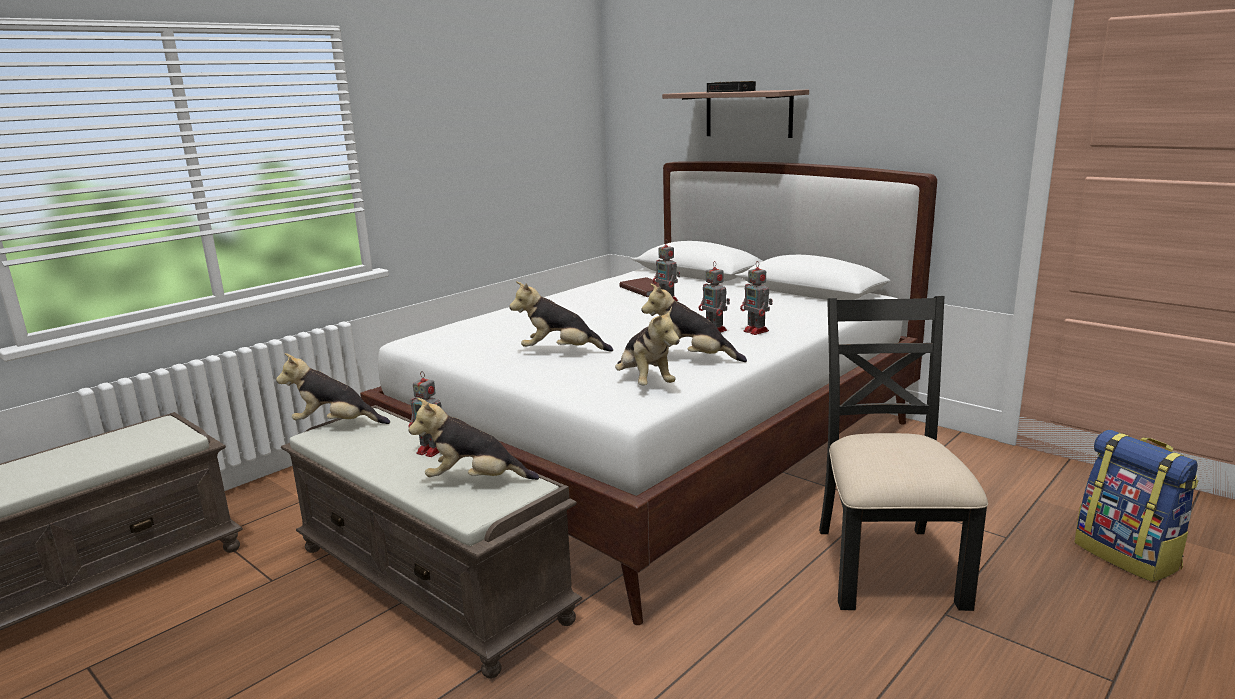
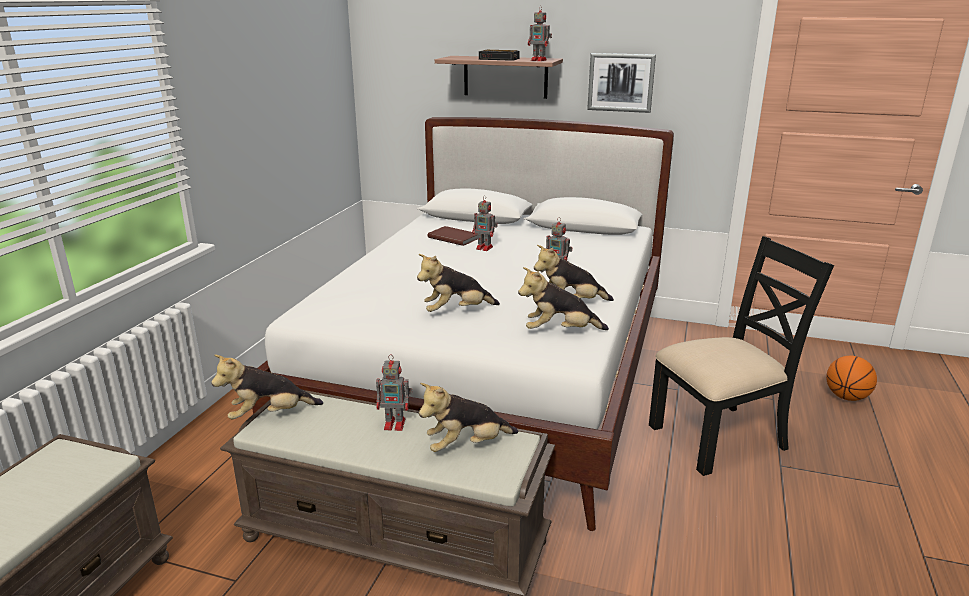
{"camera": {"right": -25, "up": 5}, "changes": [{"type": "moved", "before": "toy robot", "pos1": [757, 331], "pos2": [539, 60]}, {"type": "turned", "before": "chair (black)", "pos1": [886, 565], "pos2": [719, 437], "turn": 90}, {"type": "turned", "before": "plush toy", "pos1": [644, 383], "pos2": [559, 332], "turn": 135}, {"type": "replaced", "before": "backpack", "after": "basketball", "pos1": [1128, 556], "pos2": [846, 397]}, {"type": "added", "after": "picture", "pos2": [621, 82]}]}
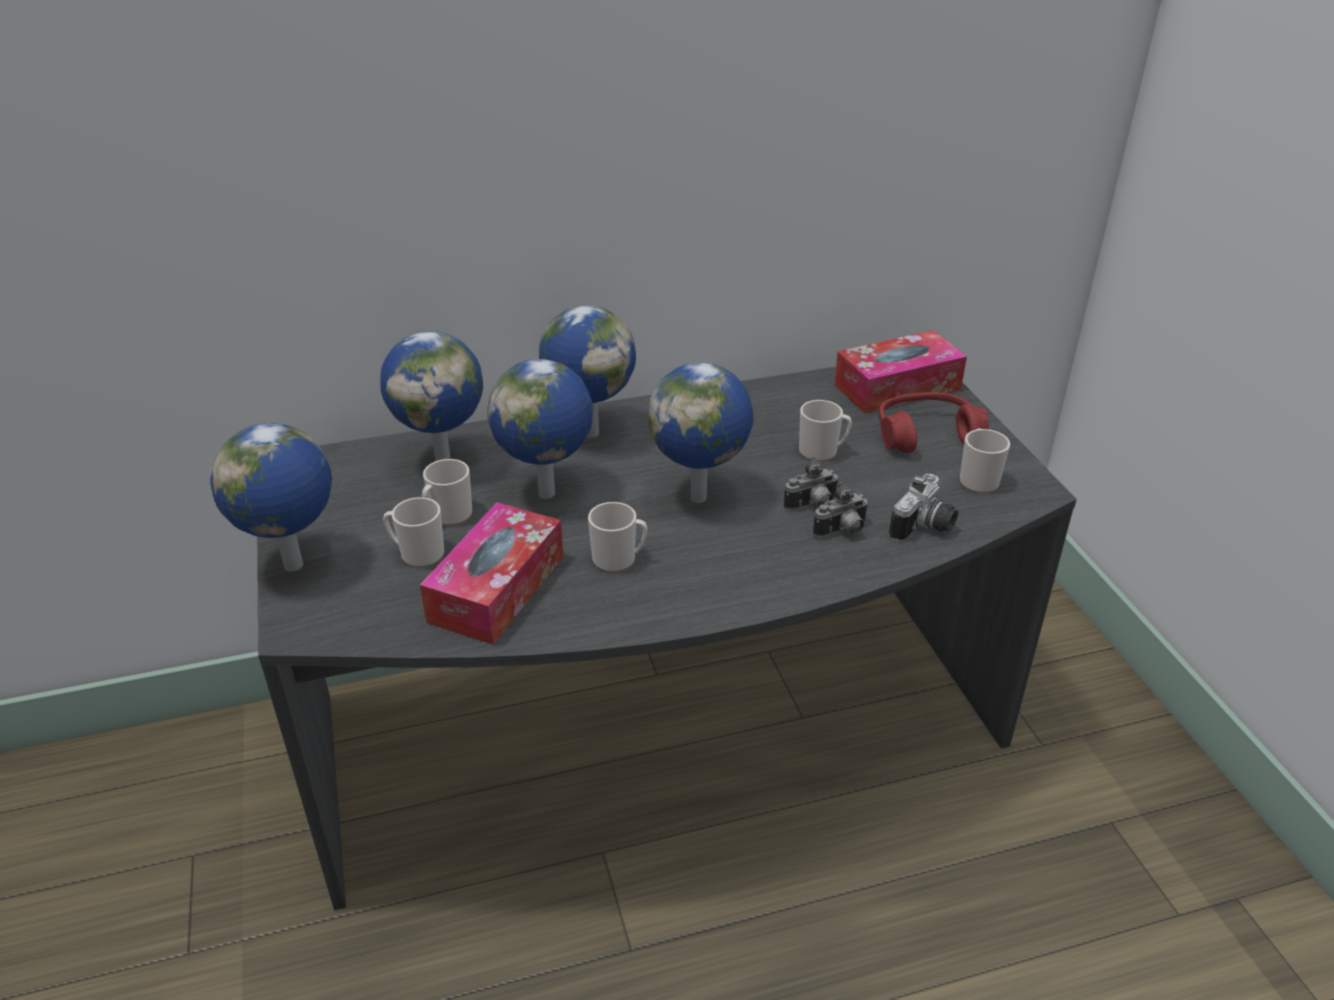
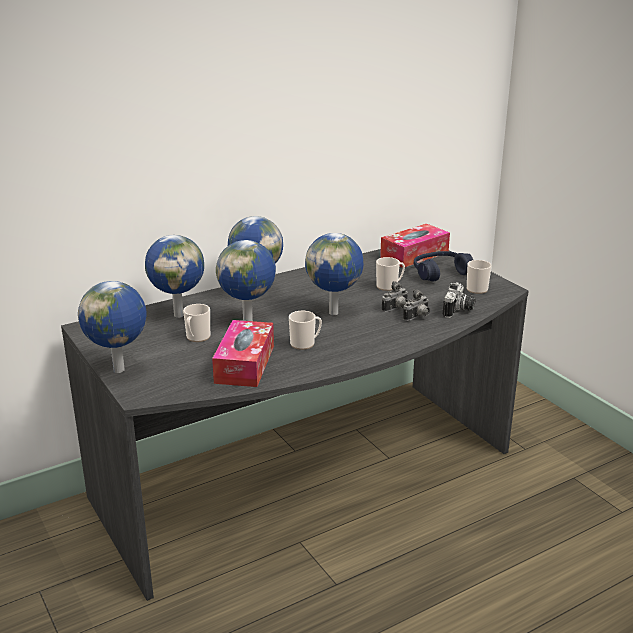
{"camera": {"right": -15, "up": -10}, "changes": [{"type": "recoloured", "before": "headphones (red)", "after": "headphones (blue)", "pos1": [926, 435], "pos2": [440, 273]}, {"type": "removed", "before": "mug", "pos1": [417, 554]}]}
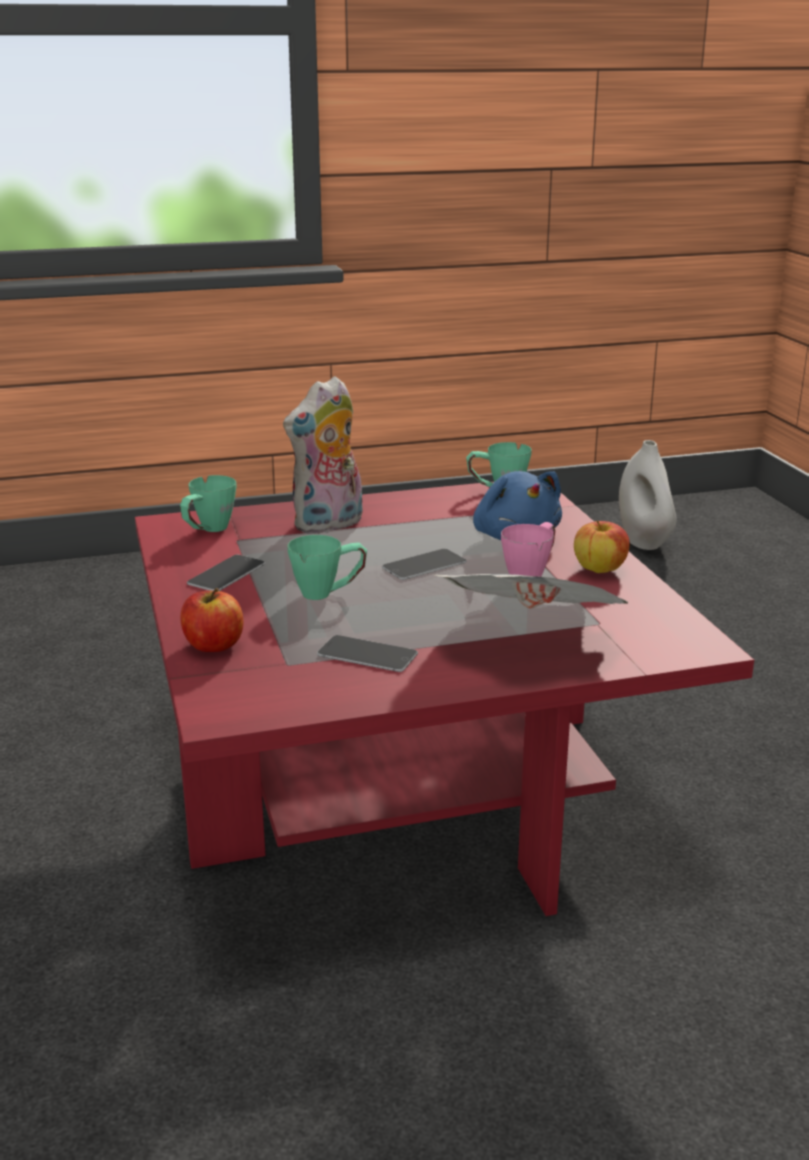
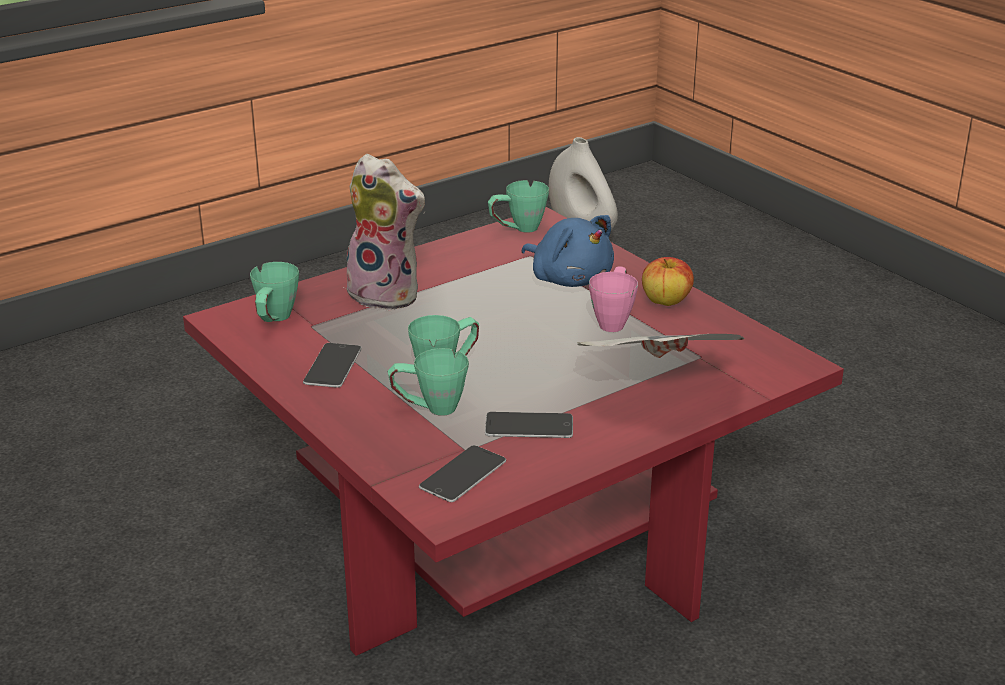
{"camera": {"right": -20, "up": 5}, "changes": [{"type": "turned", "before": "plush toy", "pos1": [329, 525], "pos2": [388, 294], "turn": -90}, {"type": "moved", "before": "phone", "pos1": [424, 565], "pos2": [463, 474]}, {"type": "removed", "before": "apple", "pos1": [213, 645]}, {"type": "added", "after": "mug (green)", "pos2": [429, 408]}]}
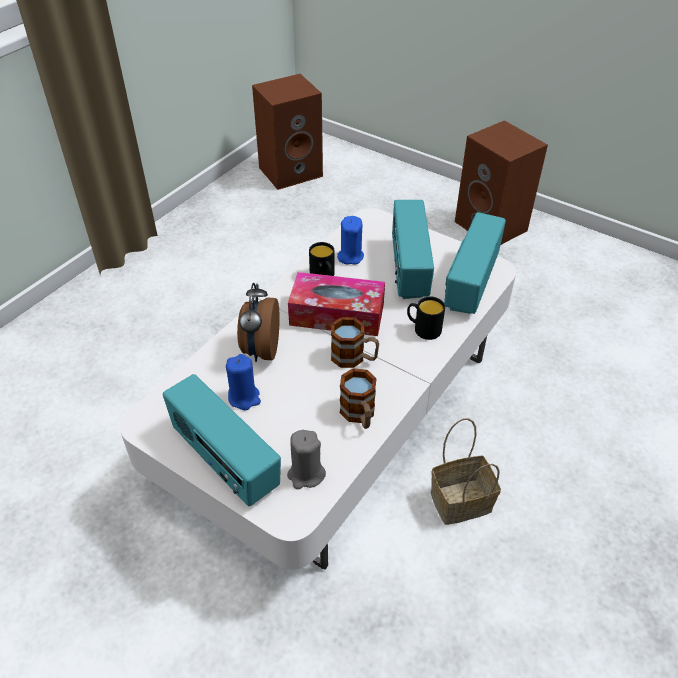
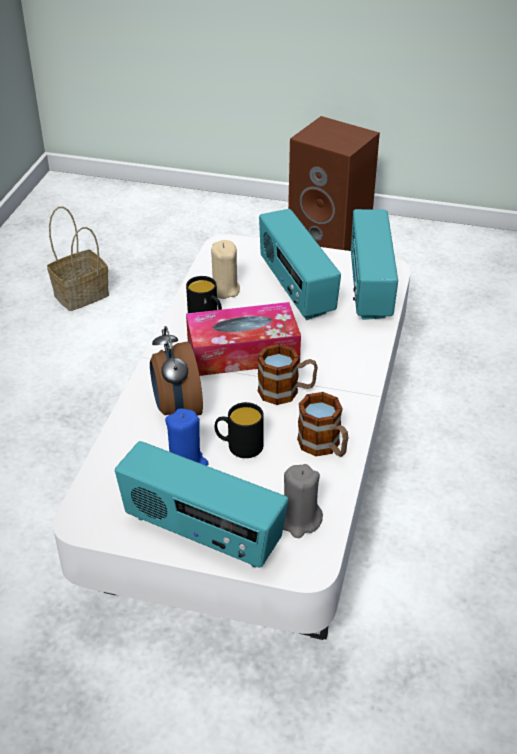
{"camera": {"right": -20, "up": -5}, "changes": [{"type": "removed", "before": "speaker (brown)", "pos1": [291, 171]}, {"type": "recoloured", "before": "candle (blue)", "after": "candle (beige)", "pos1": [350, 256], "pos2": [224, 289]}, {"type": "moved", "before": "mug (black)", "pos1": [423, 329], "pos2": [239, 446]}, {"type": "moved", "before": "basket", "pos1": [459, 503], "pos2": [80, 296]}]}
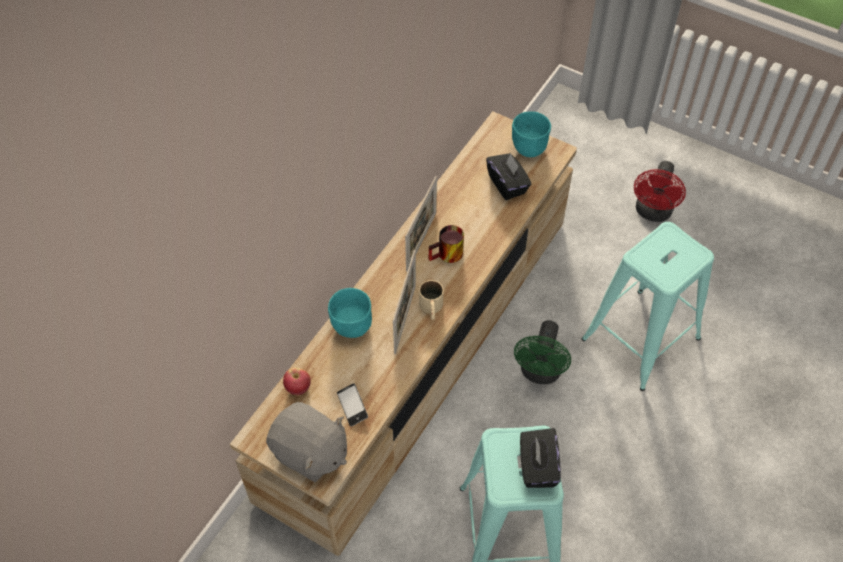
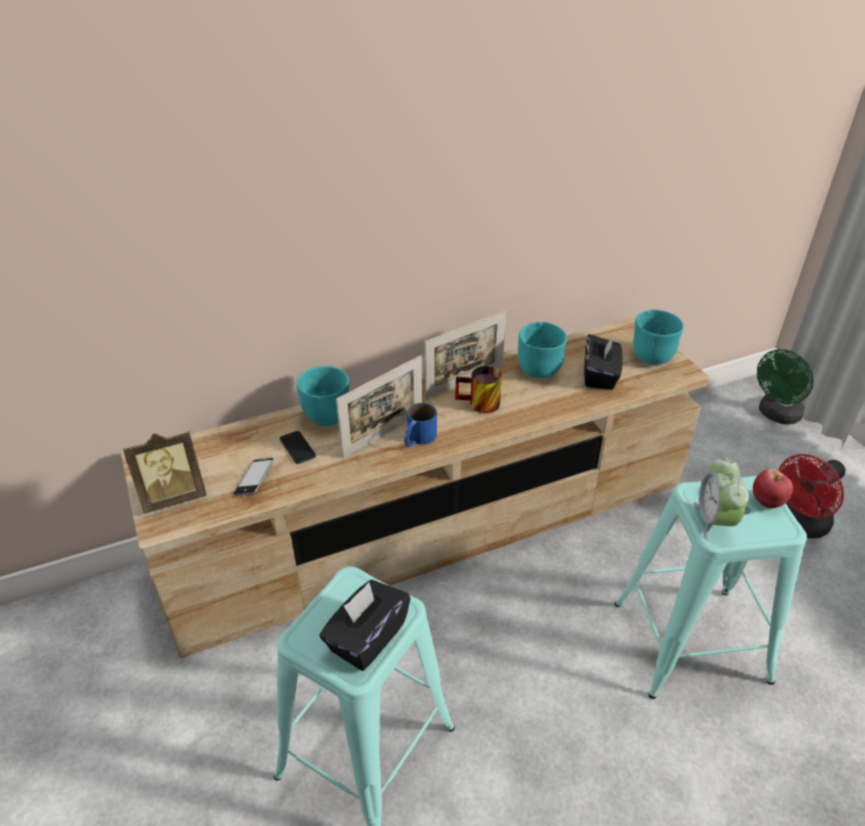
{"camera": {"right": 35, "up": -15}, "changes": [{"type": "recoloured", "before": "mug (beige)", "after": "mug (blue)", "pos1": [431, 308], "pos2": [418, 439]}, {"type": "moved", "before": "fan (green)", "pos1": [540, 373], "pos2": [776, 415]}, {"type": "moved", "before": "apple", "pos1": [298, 388], "pos2": [767, 502]}, {"type": "replaced", "before": "plush toy (grey)", "after": "picture frame", "pos1": [310, 453], "pos2": [173, 497]}, {"type": "added", "after": "bowl (turquoise)", "pos2": [538, 370]}, {"type": "added", "after": "phone", "pos2": [297, 448]}, {"type": "added", "after": "alarm clock", "pos2": [714, 521]}]}
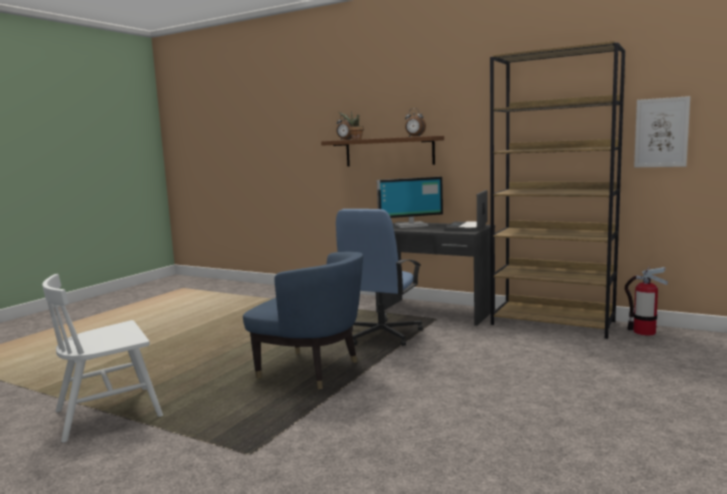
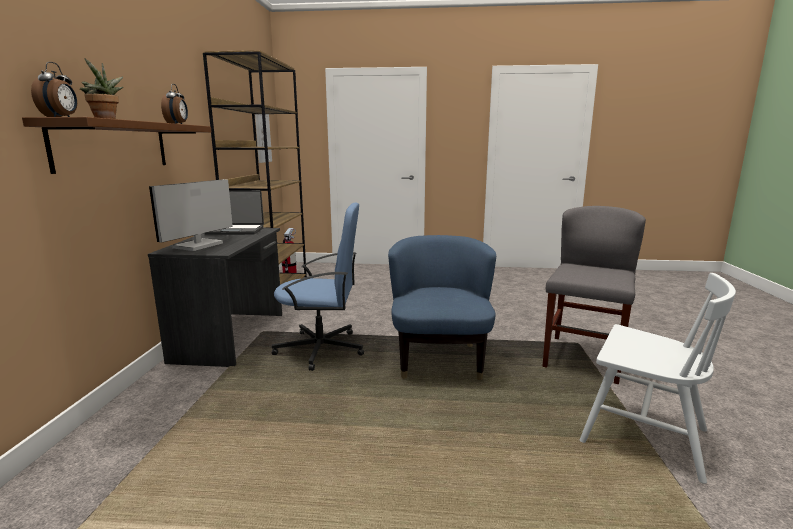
{"camera": {"right": -115, "up": 5}, "changes": [{"type": "turned", "before": "monitor", "pos1": [411, 225], "pos2": [199, 245], "turn": -120}, {"type": "added", "after": "chair (grey)", "pos2": [583, 358]}]}
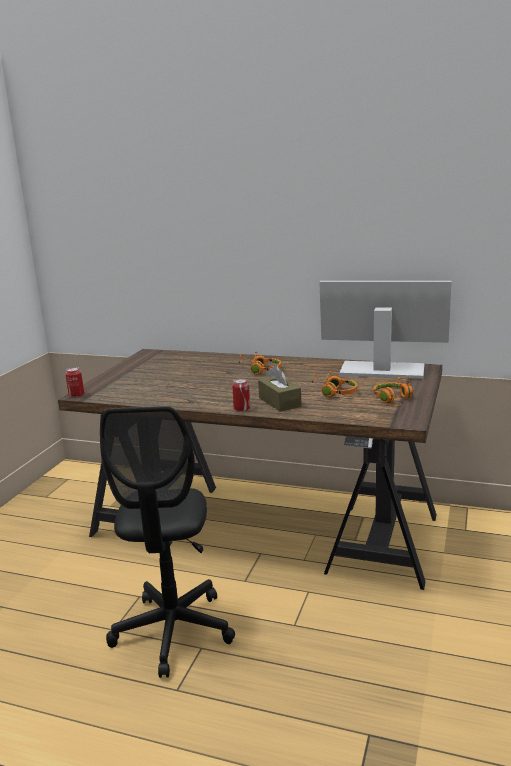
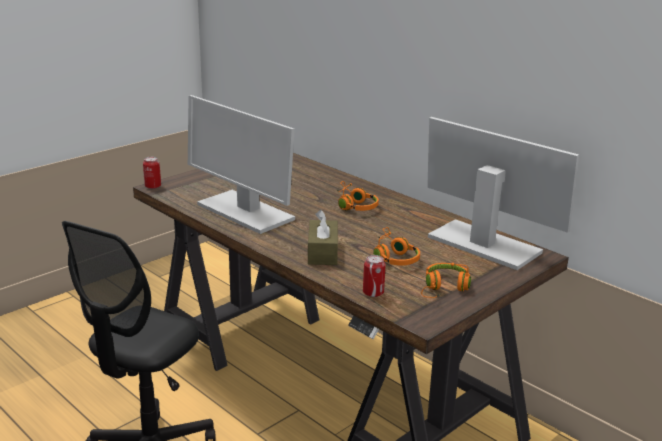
{"camera": {"right": 25, "up": 5}, "changes": [{"type": "moved", "before": "can", "pos1": [242, 409], "pos2": [373, 293]}, {"type": "added", "after": "monitor", "pos2": [244, 212]}]}
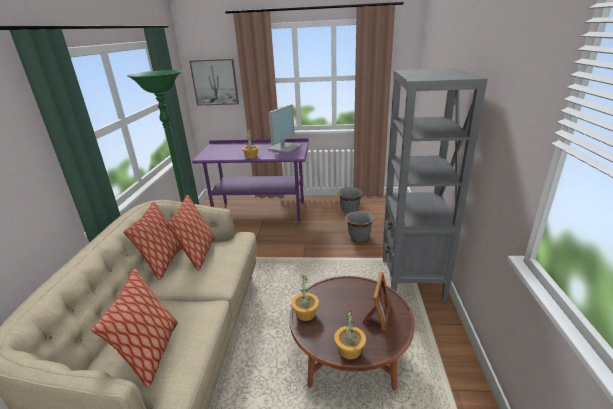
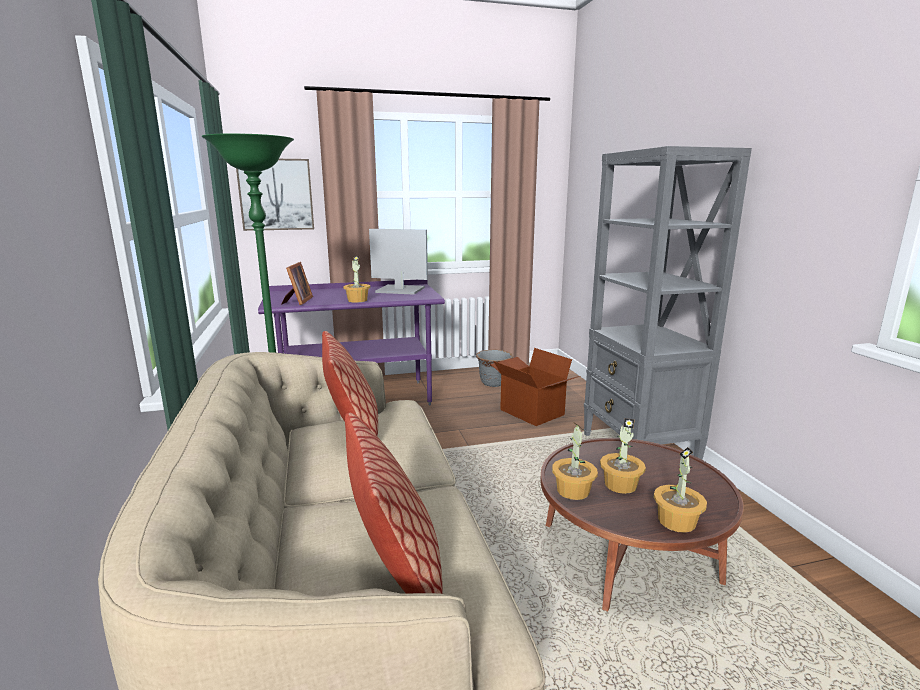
{"camera": {"right": -20, "up": -10}, "changes": [{"type": "turned", "before": "monitor", "pos1": [284, 147], "pos2": [399, 290], "turn": -90}, {"type": "removed", "before": "pillow", "pos1": [164, 262]}, {"type": "replaced", "before": "planter (grey)", "after": "cardboard box", "pos1": [359, 237], "pos2": [531, 412]}, {"type": "moved", "before": "picture frame", "pos1": [377, 316], "pos2": [298, 301]}, {"type": "added", "after": "potted plant", "pos2": [620, 484]}]}
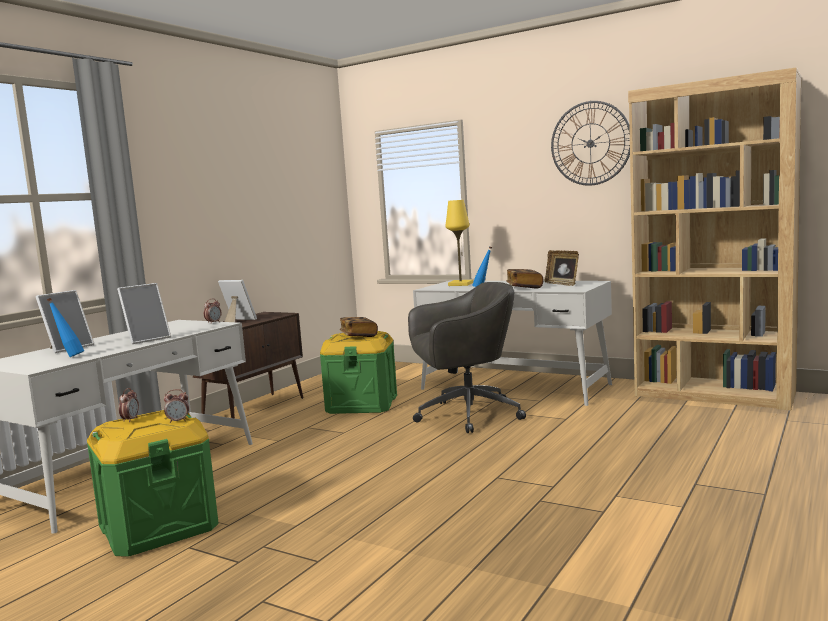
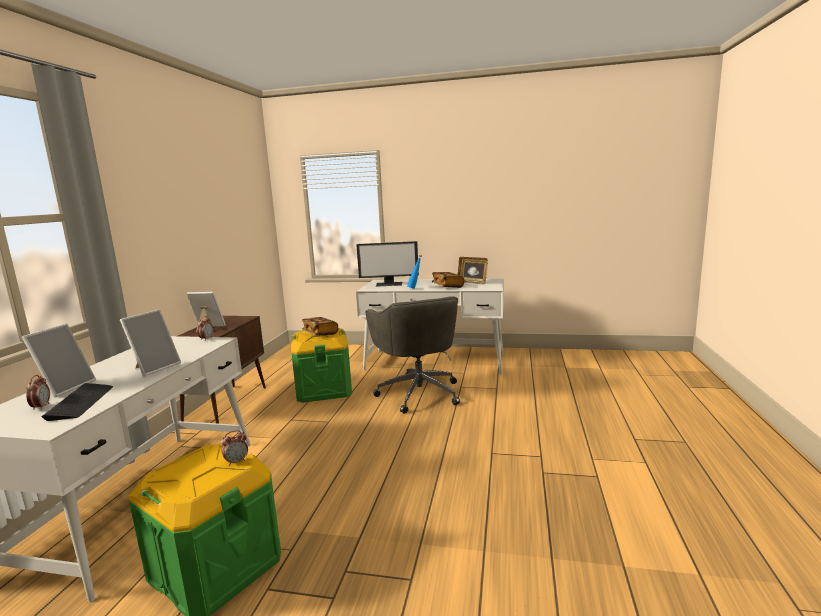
{"camera": {"right": -20, "up": 5}, "changes": [{"type": "removed", "before": "bookcase (brown)", "pos1": [714, 394]}, {"type": "removed", "before": "wall clock", "pos1": [590, 143]}, {"type": "replaced", "before": "table lamp (yellow)", "after": "monitor", "pos1": [460, 284], "pos2": [389, 284]}, {"type": "turned", "before": "office chair (grey)", "pos1": [465, 415], "pos2": [418, 392], "turn": 105}, {"type": "replaced", "before": "bottle (blue)", "after": "keyboard", "pos1": [69, 356], "pos2": [80, 402]}, {"type": "moved", "before": "alarm clock", "pos1": [130, 420], "pos2": [41, 407]}]}
